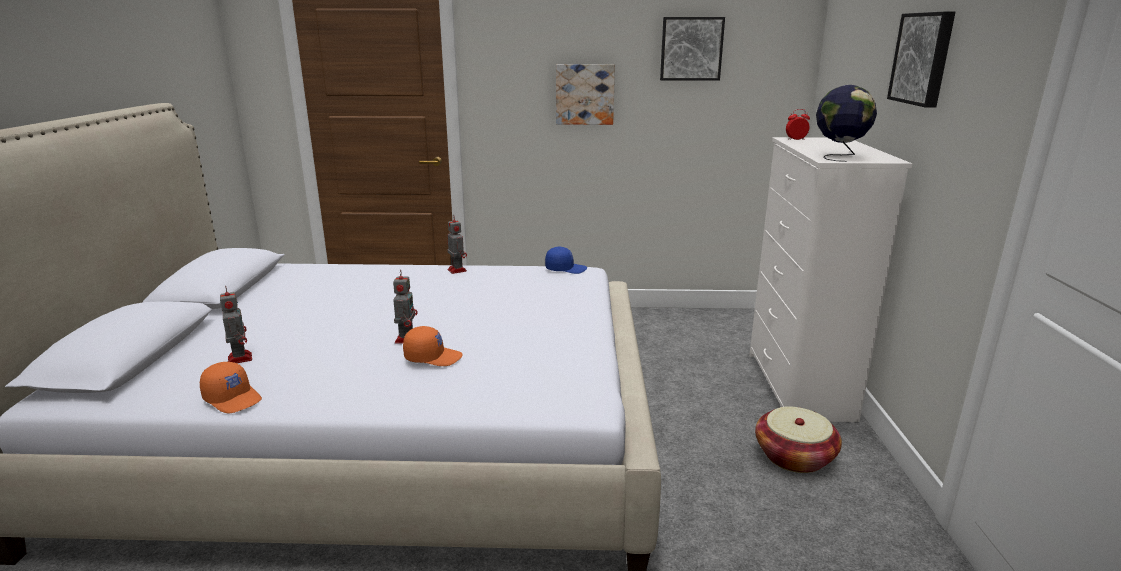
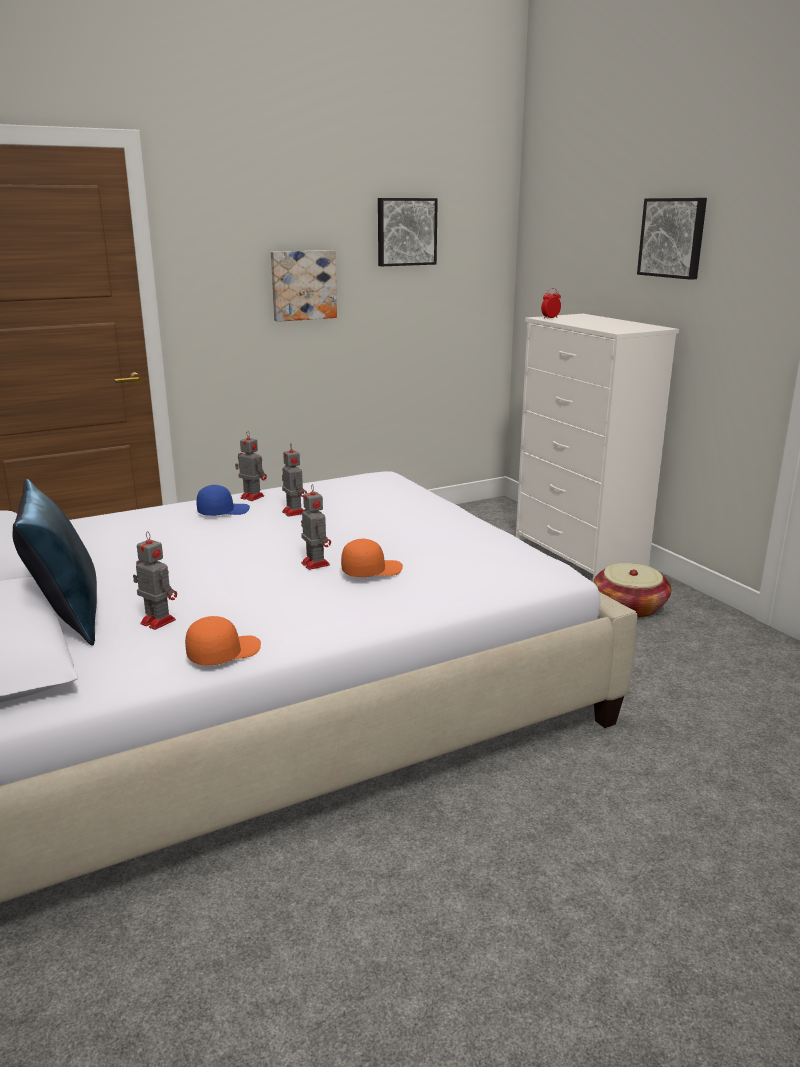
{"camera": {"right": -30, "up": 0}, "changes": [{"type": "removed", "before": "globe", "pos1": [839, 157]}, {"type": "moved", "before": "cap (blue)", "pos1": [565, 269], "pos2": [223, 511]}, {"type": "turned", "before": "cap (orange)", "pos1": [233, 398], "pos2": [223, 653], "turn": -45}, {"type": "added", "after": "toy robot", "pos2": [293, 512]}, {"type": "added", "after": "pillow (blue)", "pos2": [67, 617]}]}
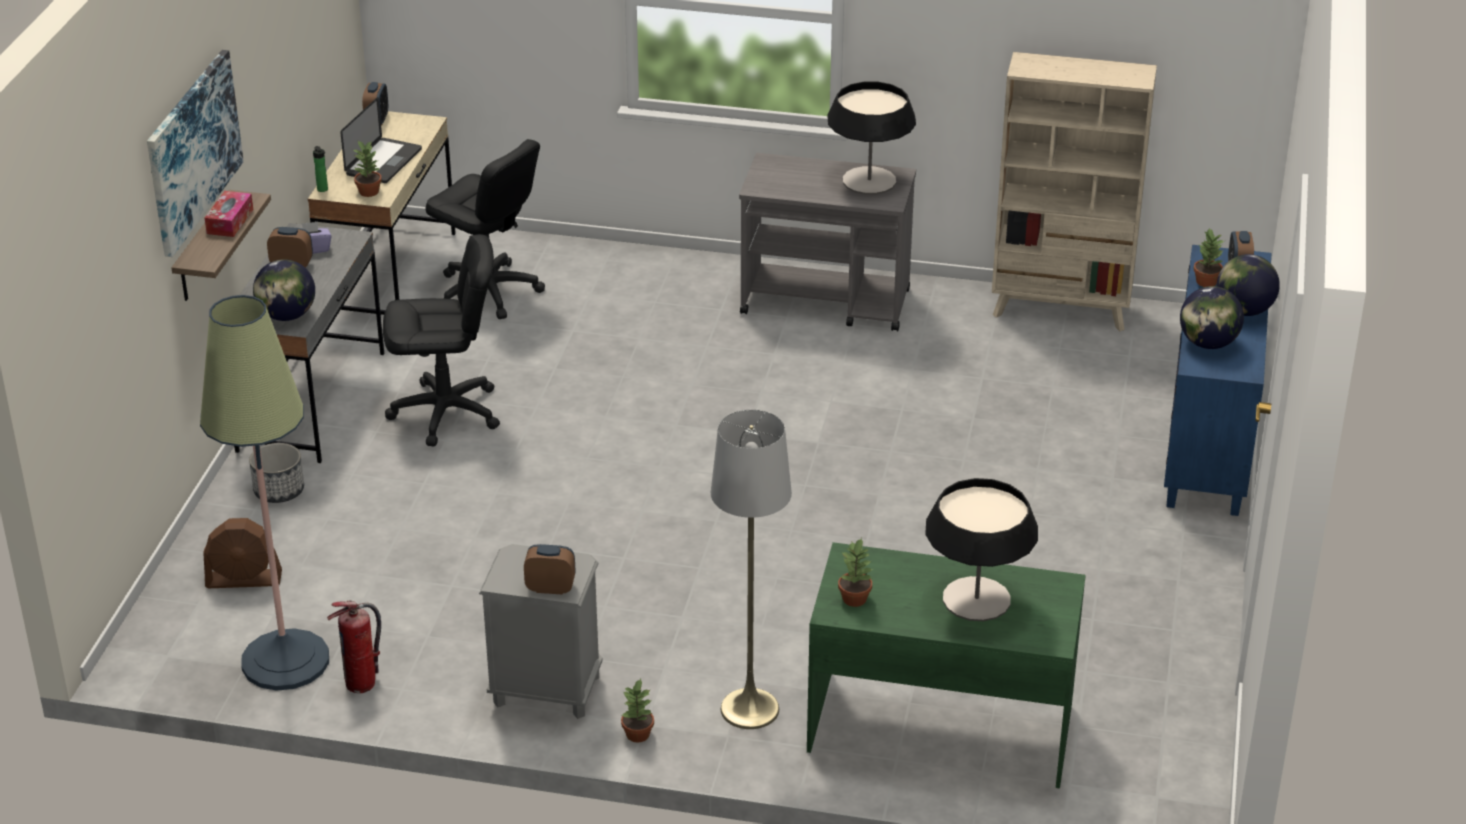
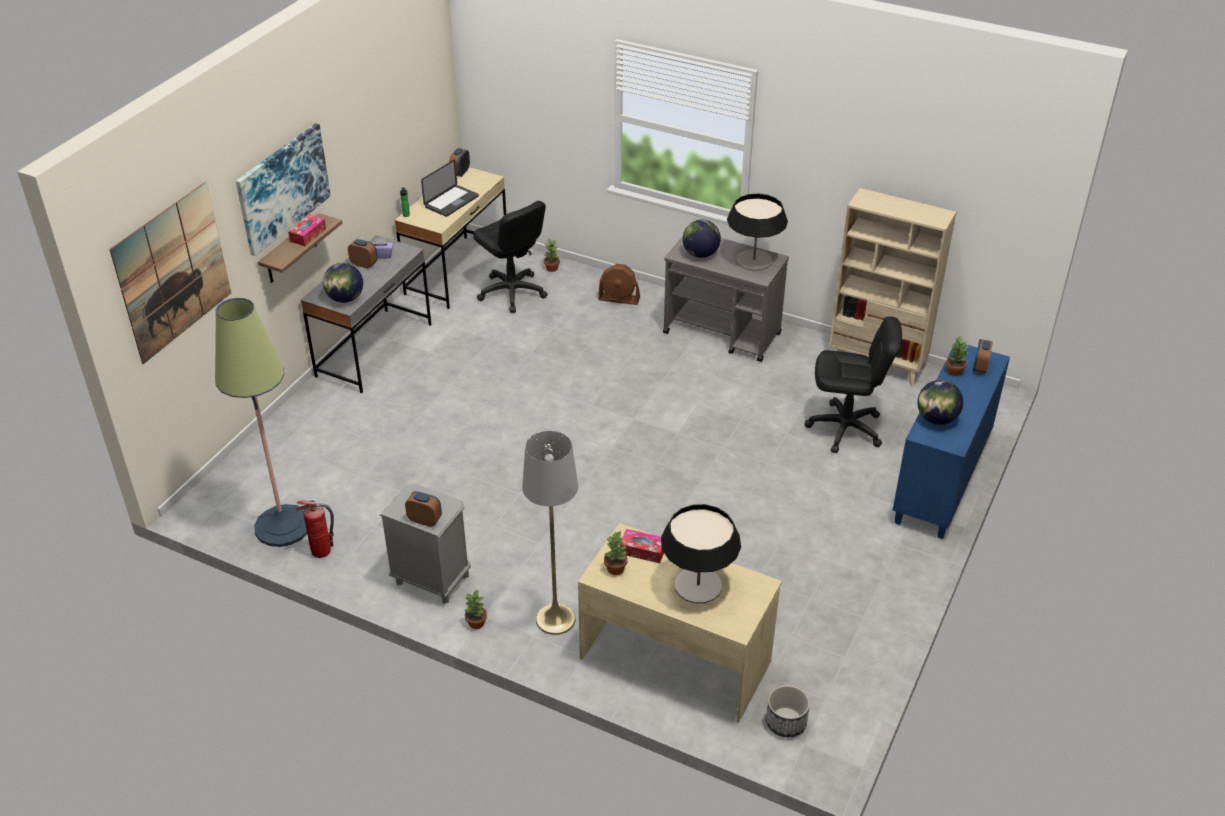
{"camera": {"right": 15, "up": 5}, "changes": [{"type": "moved", "before": "potted plant", "pos1": [369, 191], "pos2": [552, 268]}, {"type": "moved", "before": "office chair (black)", "pos1": [446, 413], "pos2": [845, 429]}, {"type": "moved", "before": "globe", "pos1": [1243, 310], "pos2": [700, 254]}, {"type": "moved", "before": "planter", "pos1": [279, 490], "pos2": [785, 722]}, {"type": "moved", "before": "fan (brown)", "pos1": [244, 579], "pos2": [619, 299]}, {"type": "recoloured", "before": "desk (green)", "after": "desk (beige)", "pos1": [941, 727], "pos2": [676, 658]}, {"type": "added", "after": "picture", "pos2": [173, 272]}, {"type": "added", "after": "tissue box", "pos2": [642, 551]}]}
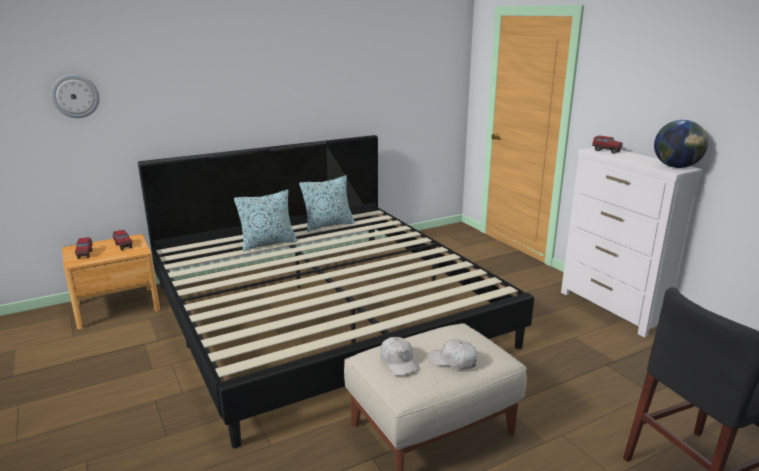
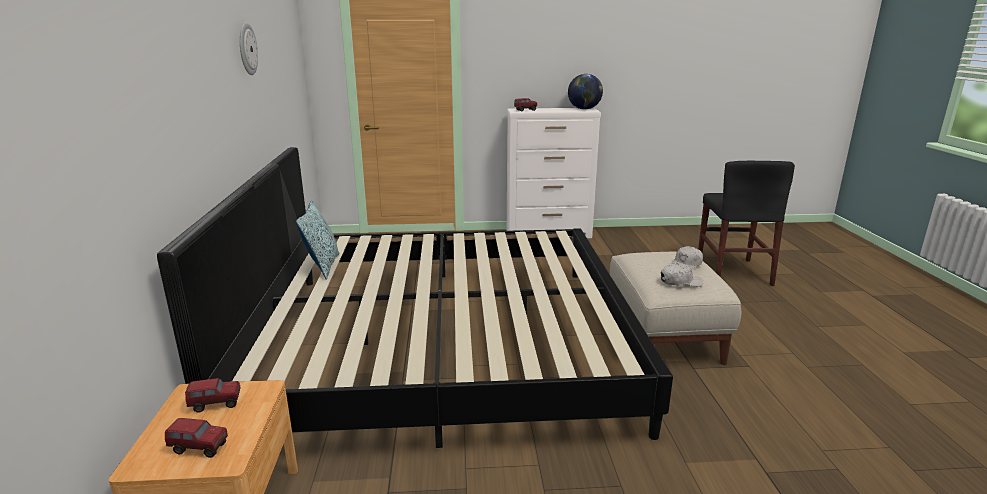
{"camera": {"right": -65, "up": 0}, "changes": [{"type": "moved", "before": "wall clock", "pos1": [75, 96], "pos2": [247, 49]}, {"type": "removed", "before": "pillow", "pos1": [268, 243]}]}
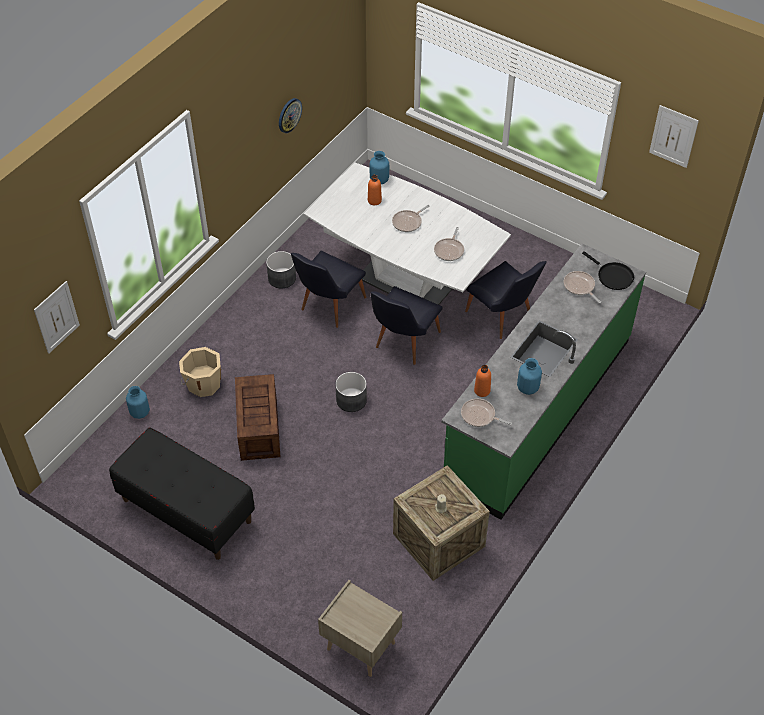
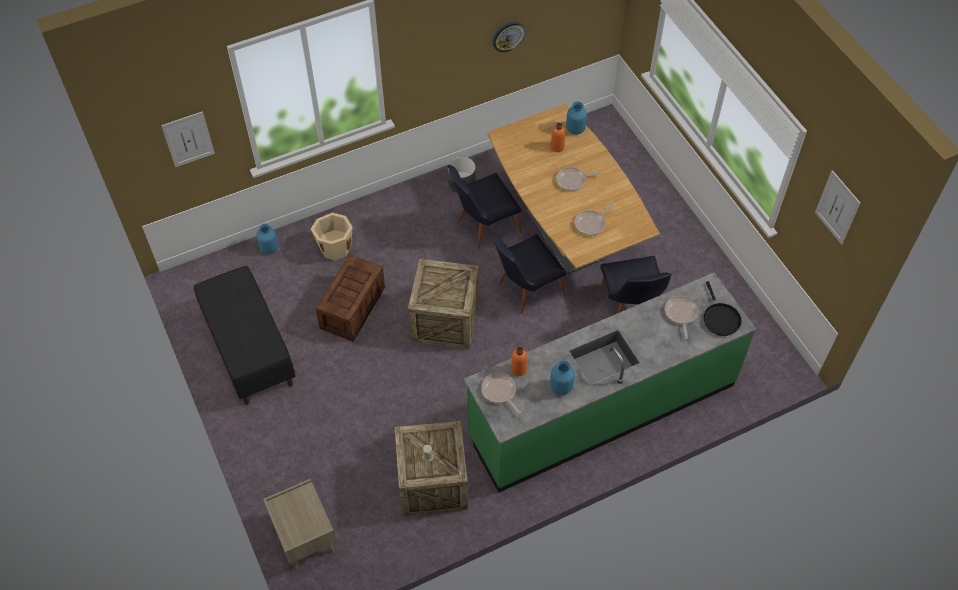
{"camera": {"right": 30, "up": 5}, "changes": [{"type": "recoloured", "before": "dining table (white)", "after": "dining table (brown)", "pos1": [405, 283], "pos2": [565, 234]}, {"type": "replaced", "before": "planter (grey)", "after": "crate", "pos1": [351, 400], "pos2": [445, 320]}]}
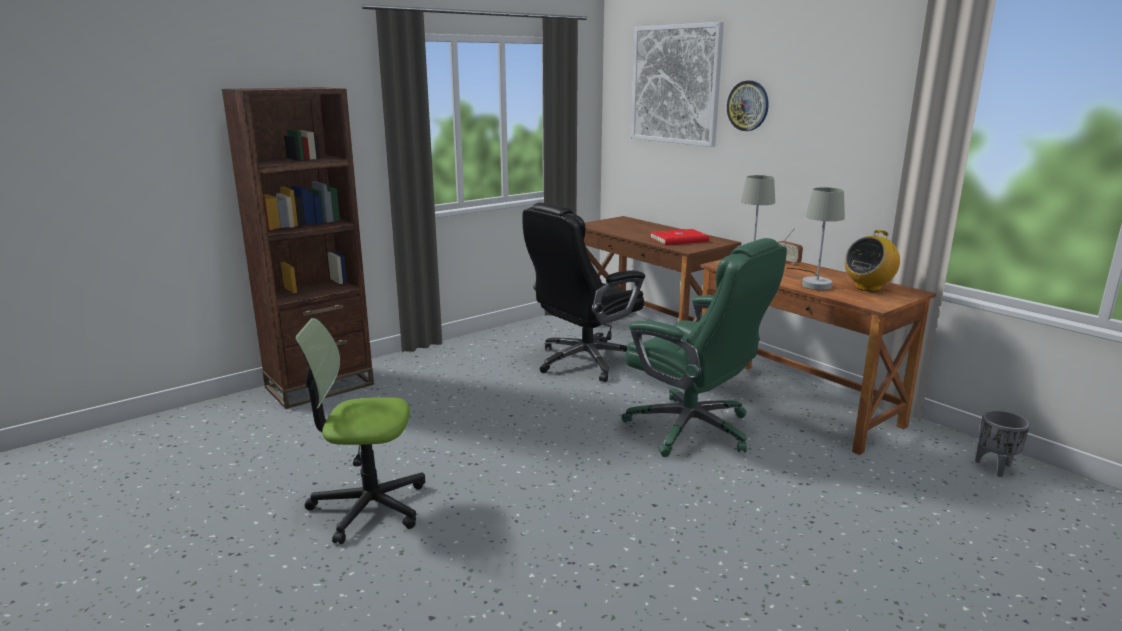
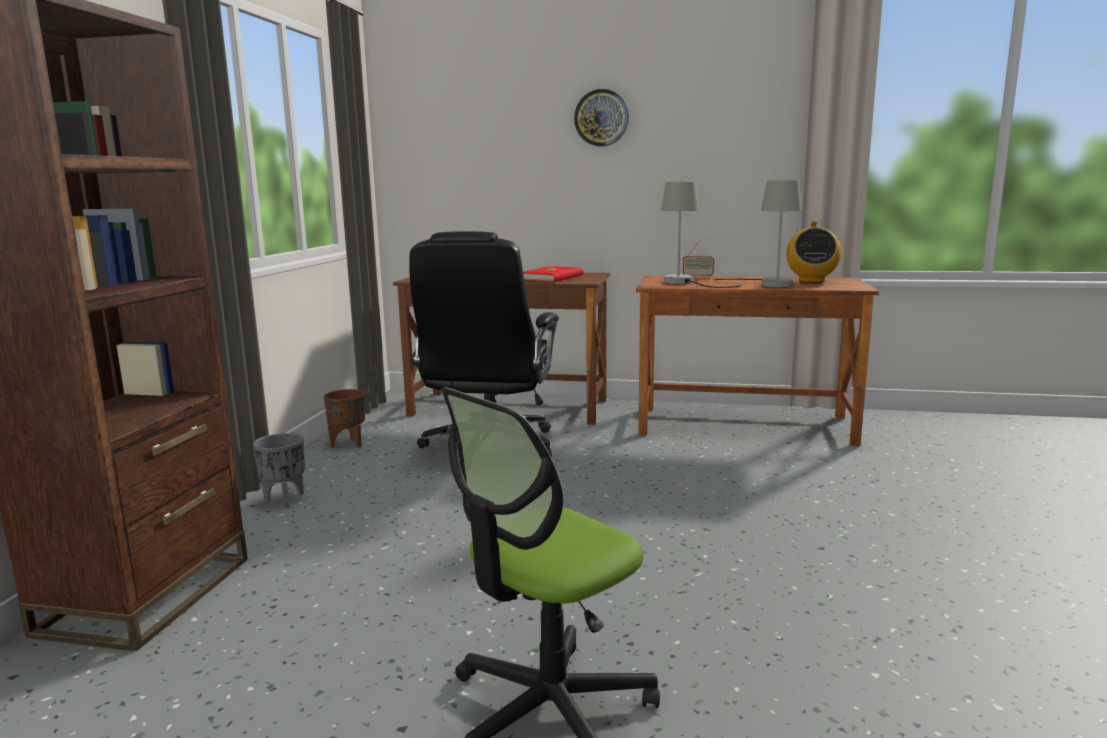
{"camera": {"right": -40, "up": -5}, "changes": [{"type": "removed", "before": "picture", "pos1": [675, 84]}, {"type": "removed", "before": "office chair (green)", "pos1": [693, 429]}, {"type": "moved", "before": "planter (grey)", "pos1": [995, 467], "pos2": [285, 500]}, {"type": "added", "after": "planter (brown)", "pos2": [348, 444]}]}
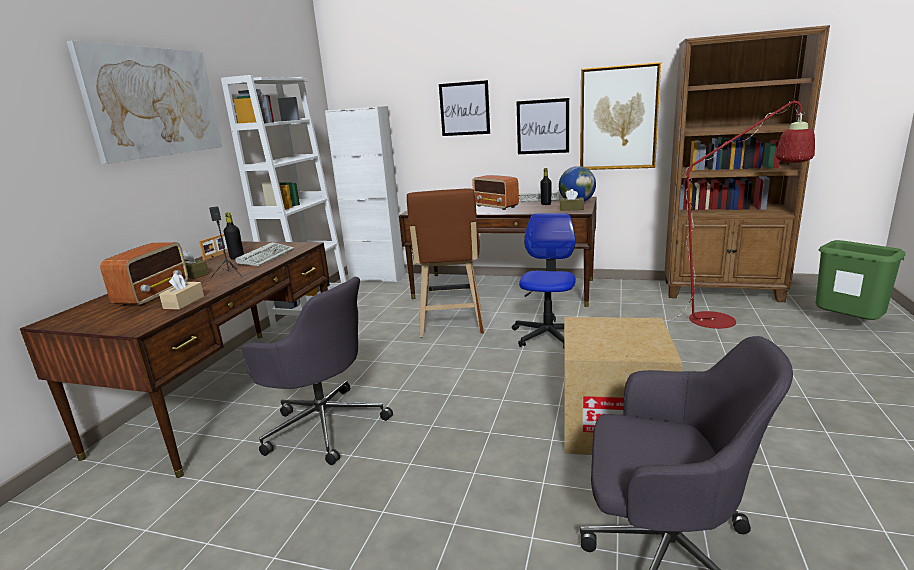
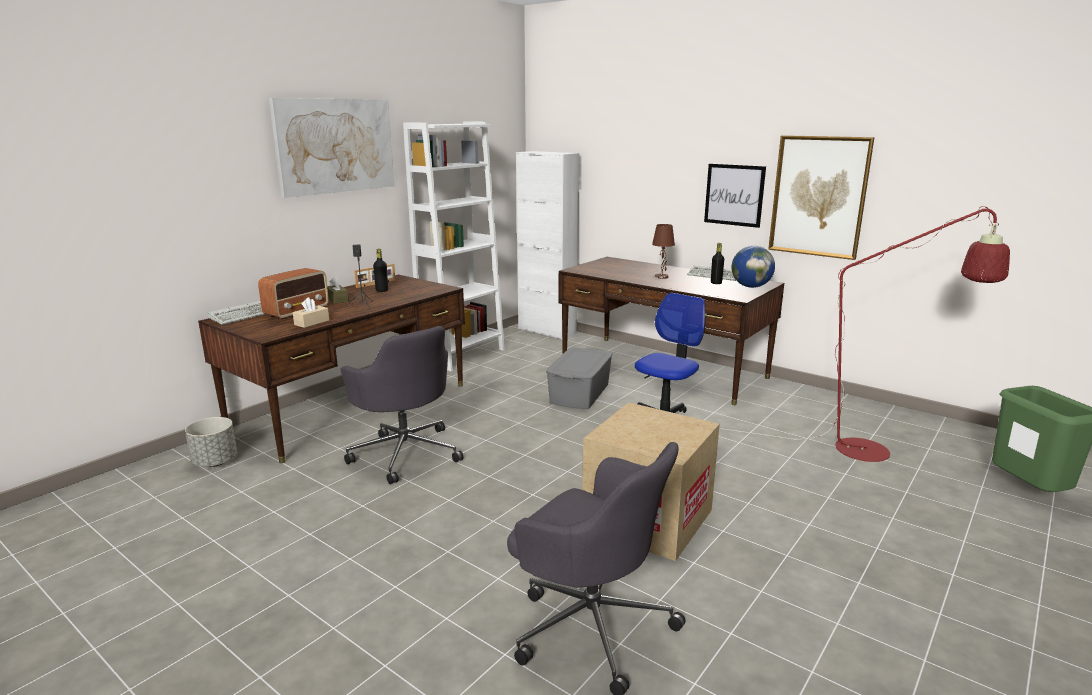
{"camera": {"right": 20, "up": 0}, "changes": [{"type": "removed", "before": "bookcase (brown)", "pos1": [722, 291]}, {"type": "removed", "before": "picture", "pos1": [464, 108]}, {"type": "replaced", "before": "radio", "after": "table lamp (brown)", "pos1": [496, 206], "pos2": [662, 277]}, {"type": "replaced", "before": "stool (brown)", "after": "storage box (grey)", "pos1": [451, 325], "pos2": [579, 393]}, {"type": "removed", "before": "tissue box (brown)", "pos1": [571, 209]}, {"type": "moved", "before": "keyboard", "pos1": [266, 256], "pos2": [246, 315]}, {"type": "added", "after": "planter (grey)", "pos2": [215, 462]}]}
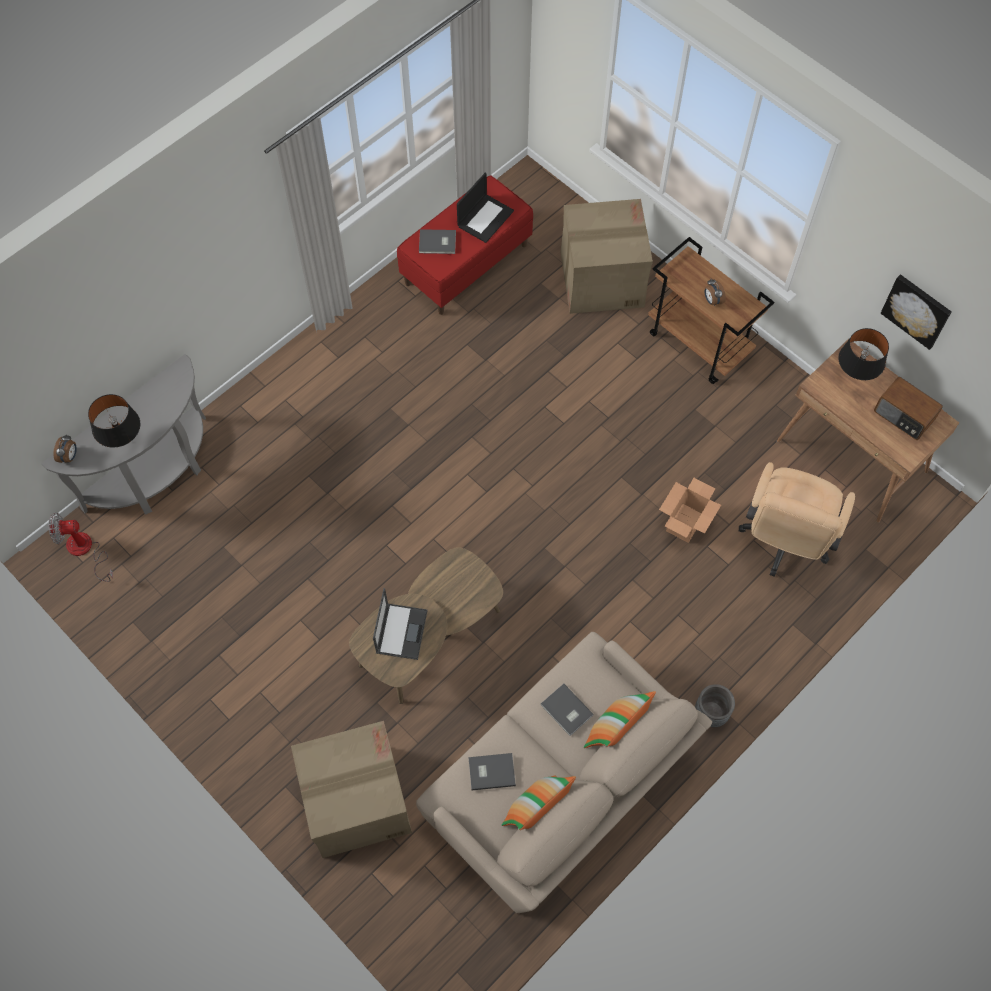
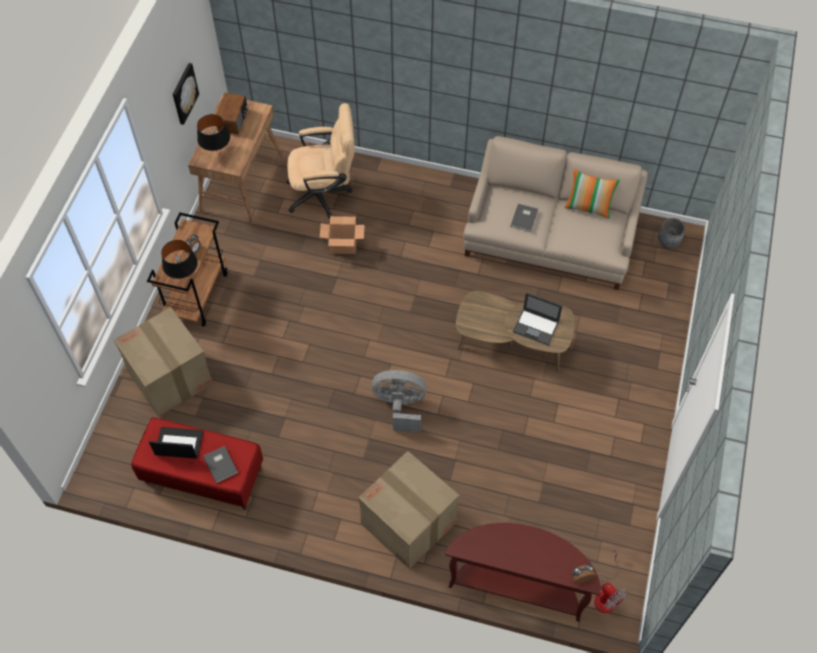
{"camera": {"right": -120, "up": -5}, "changes": [{"type": "recoloured", "before": "console table (grey)", "after": "console table (brown)", "pos1": [156, 475], "pos2": [517, 585]}, {"type": "moved", "before": "table lamp (black)", "pos1": [124, 441], "pos2": [183, 277]}, {"type": "turned", "before": "laptop", "pos1": [401, 631], "pos2": [536, 327], "turn": -135}, {"type": "moved", "before": "planter (grey)", "pos1": [711, 713], "pos2": [668, 241]}, {"type": "removed", "before": "pillow", "pos1": [615, 729]}, {"type": "moved", "before": "cardboard box", "pos1": [356, 801], "pos2": [409, 523]}, {"type": "removed", "before": "book (grey)", "pos1": [491, 771]}, {"type": "added", "after": "fan (grey)", "pos2": [400, 406]}]}
